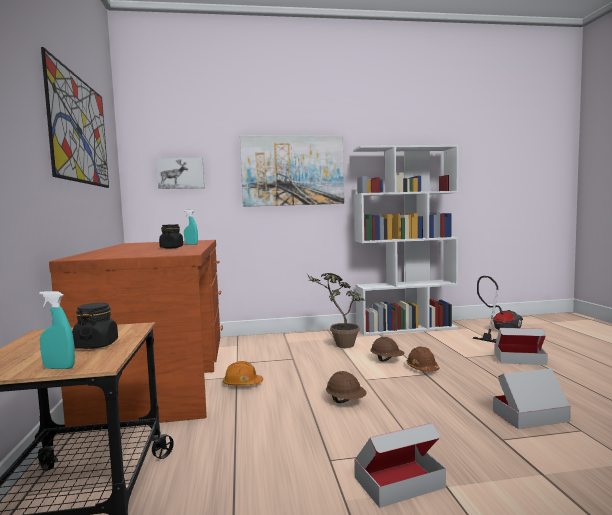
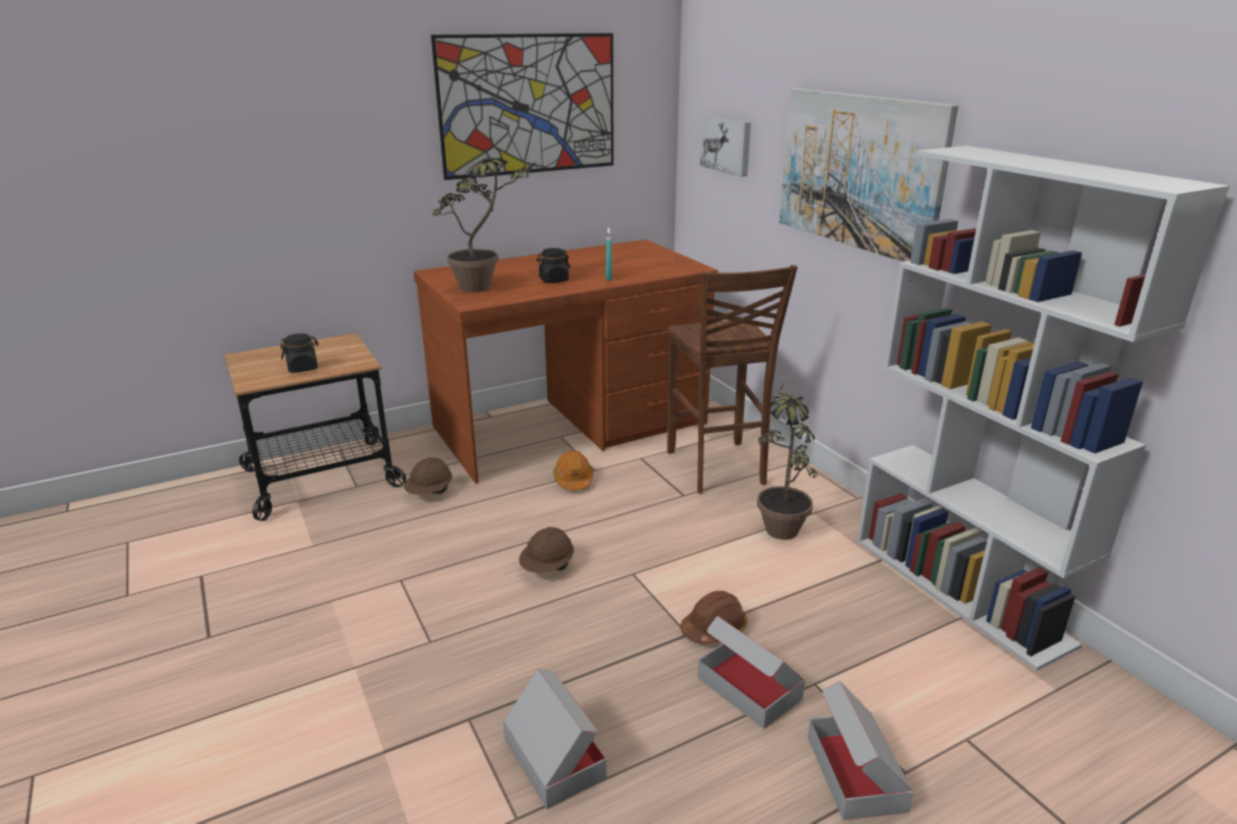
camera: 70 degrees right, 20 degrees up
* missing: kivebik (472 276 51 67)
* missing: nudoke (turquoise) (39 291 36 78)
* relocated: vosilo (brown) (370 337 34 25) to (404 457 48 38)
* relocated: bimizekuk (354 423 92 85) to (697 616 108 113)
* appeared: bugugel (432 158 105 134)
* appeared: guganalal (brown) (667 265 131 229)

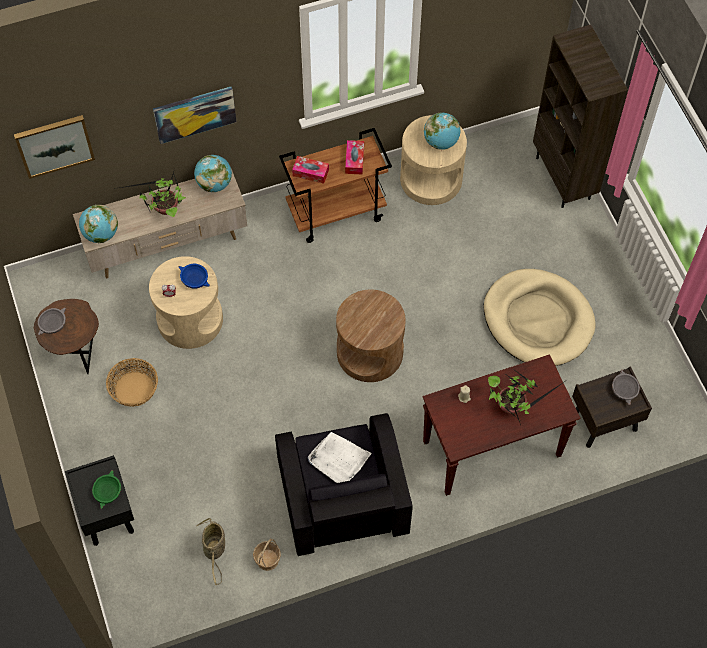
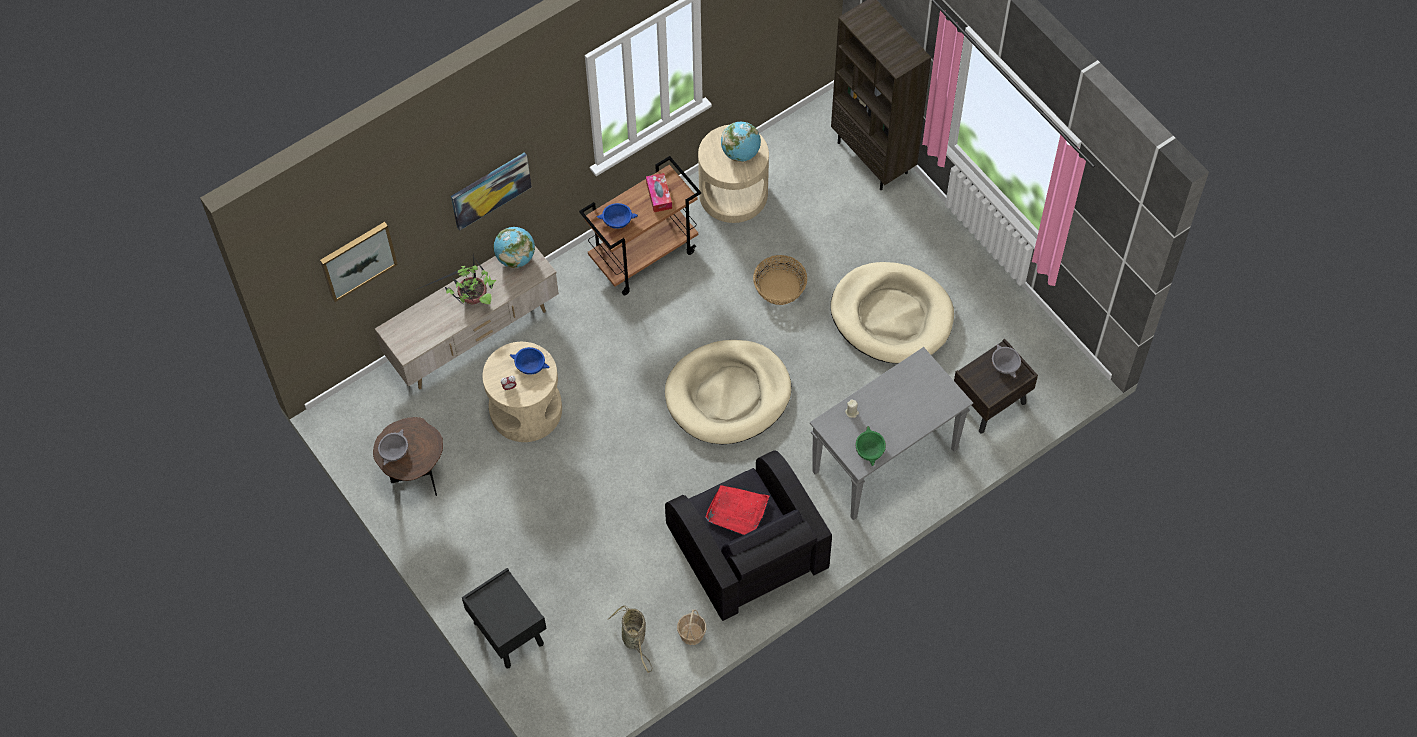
camera: 15 degrees left, 0 degrees up
* exchanged: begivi (292 156 37 28) to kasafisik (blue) (597 203 41 26)
* missing: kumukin (79 205 39 38)
* exchanged: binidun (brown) (336 289 70 93) to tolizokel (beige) (665 340 126 104)
* colour: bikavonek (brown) (423 354 157 142) to bikavonek (grey) (810 347 163 173)
* relocated: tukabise (106 358 52 49) to (753 255 54 50)
* missing: bugugel (488 368 76 57)
* colour: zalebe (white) (307 432 65 51) to zalebe (red) (705 485 64 50)
* relocated: kasafisik (green) (92 470 29 39) to (856 426 30 40)

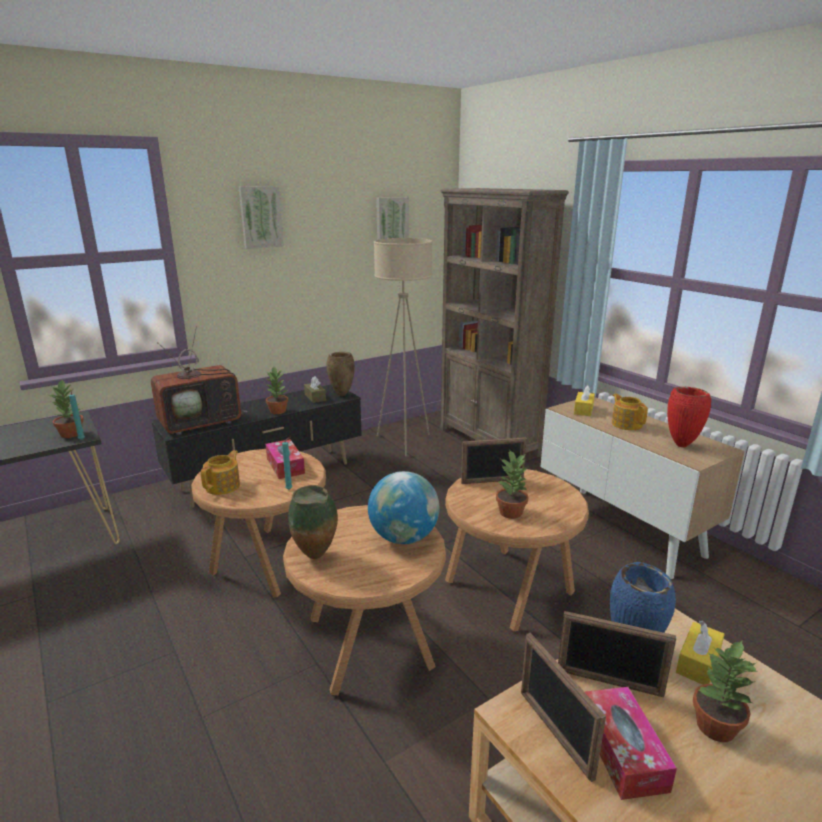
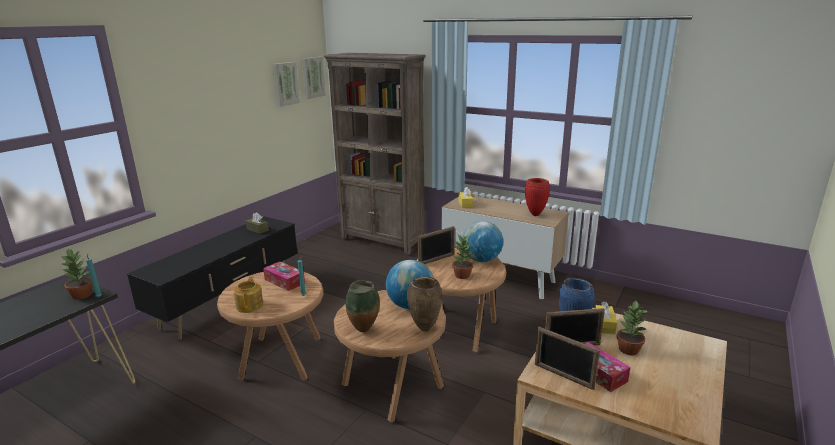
camera: 25 degrees left, 0 degrees up
* relocated: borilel (239 186 45 63) to (302 57 23 42)
* missing: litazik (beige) (374 238 58 218)
* missing: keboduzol (151 326 97 109)
* relocated: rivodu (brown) (326 352 29 44) to (407 277 35 55)
* missing: bugugel (266 367 22 47)
* missing: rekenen (612 394 36 36)
* appeared: kumukin (462 221 41 41)

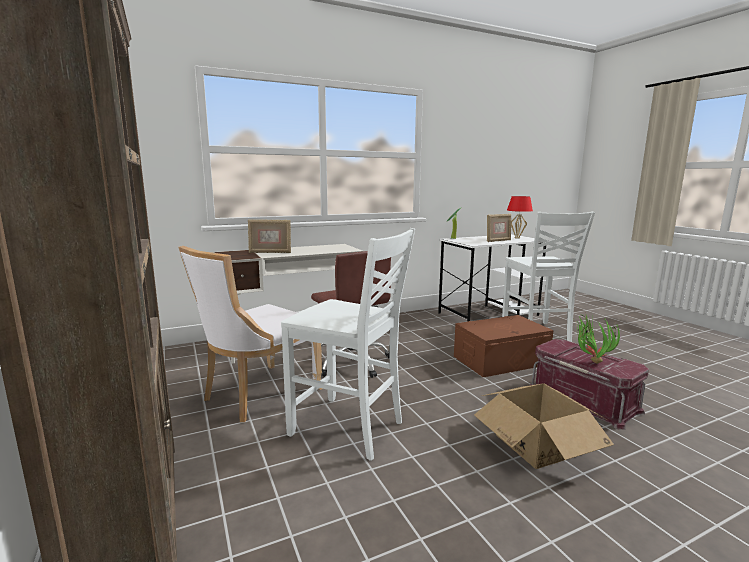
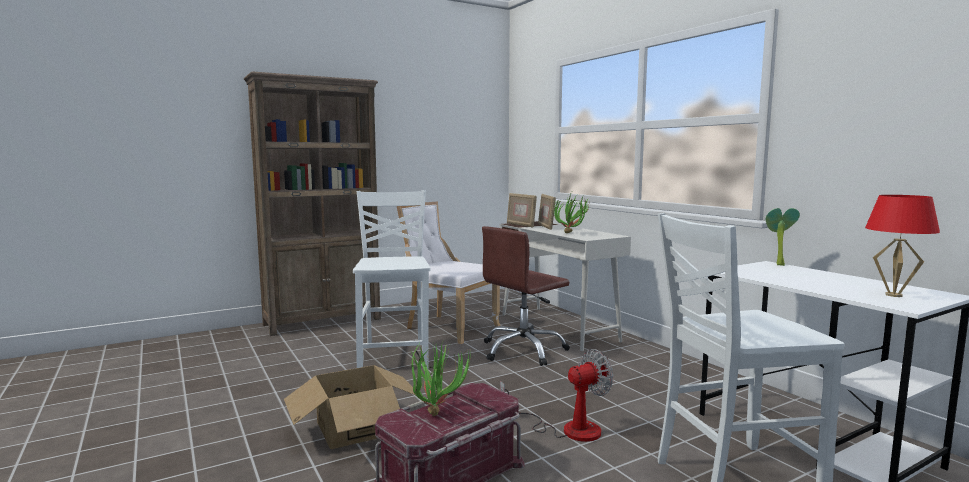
camera: 85 degrees right, 5 degrees down
* relocated: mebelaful (487 214 24 28) to (507 193 30 34)
* spun: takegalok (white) (281 228 134 233) = (353 190 77 179) 150 degrees clockwise
* exchanged: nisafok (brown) (454 315 100 62) to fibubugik (500 349 114 93)
* appeared: bugugel (554 192 35 41)

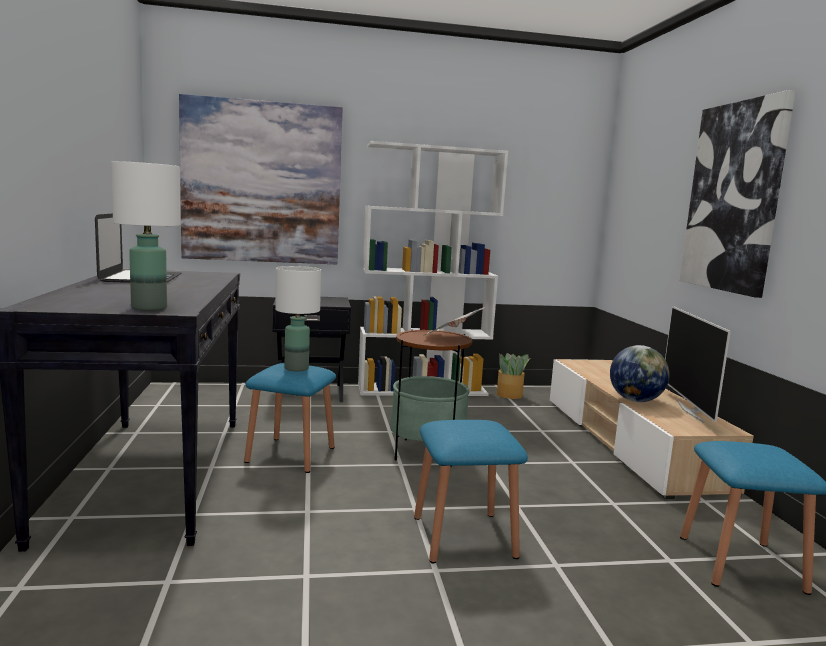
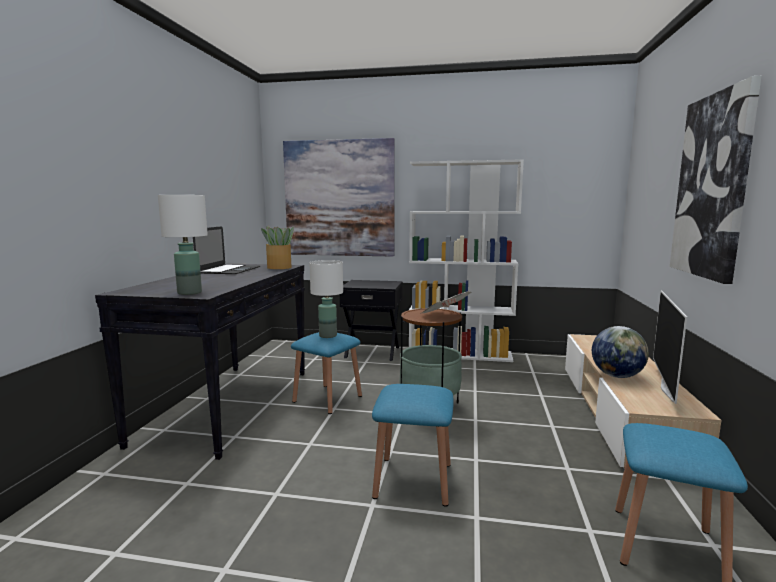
camera: 20 degrees right, 0 degrees up
* relocated: bugugel (497 353 33 46) to (261 226 33 43)

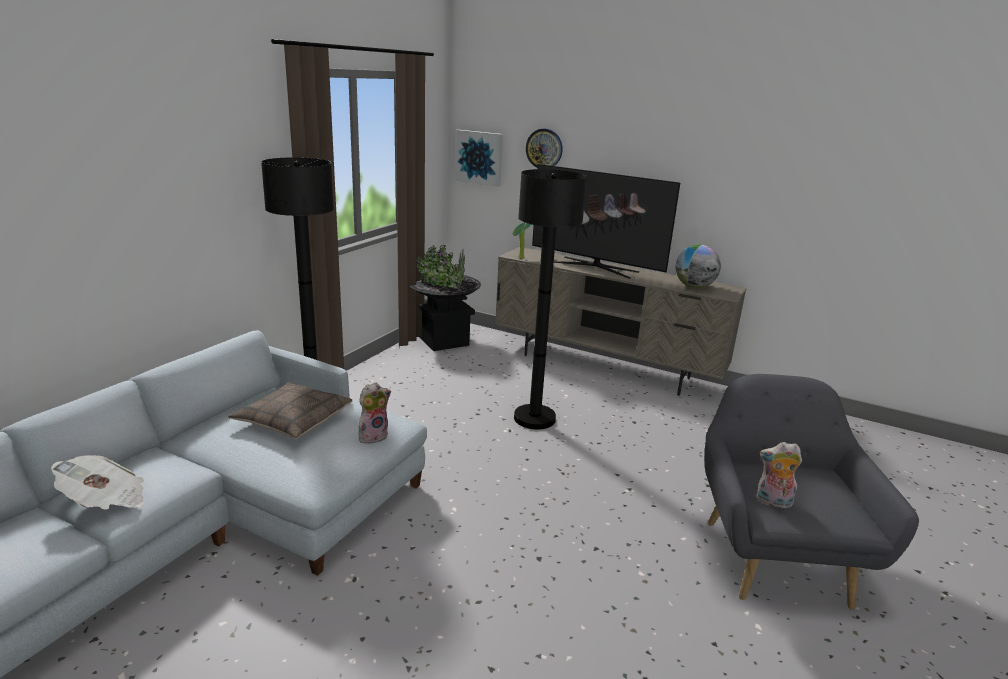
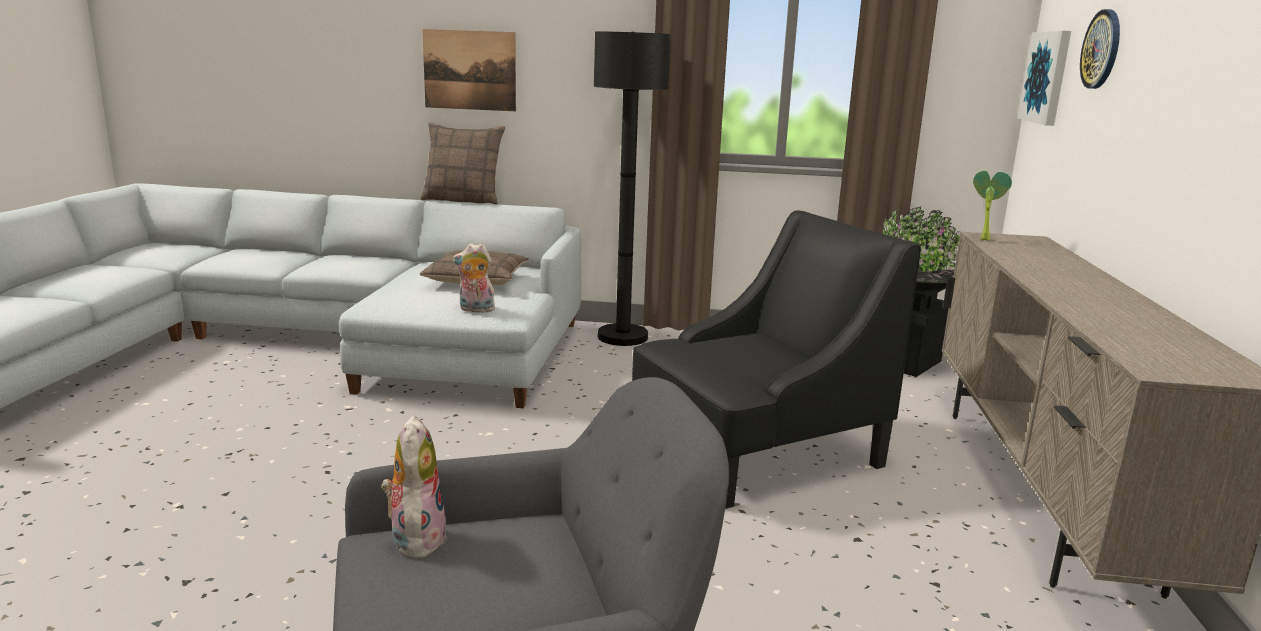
camera: 70 degrees right, 5 degrees down
* missing: keboduzol (532 164 148 115)
* exchanged: litazik (black) (514 169 73 260) to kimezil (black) (632 210 289 299)
* missing: kumukin (676 245 45 43)
* spun: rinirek (358 383 33 61) = (452 243 46 71) 150 degrees clockwise
* missing: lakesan (51 455 93 55)
* appeared: borilel (422 29 94 82)
* appeared: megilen (420 122 85 83)

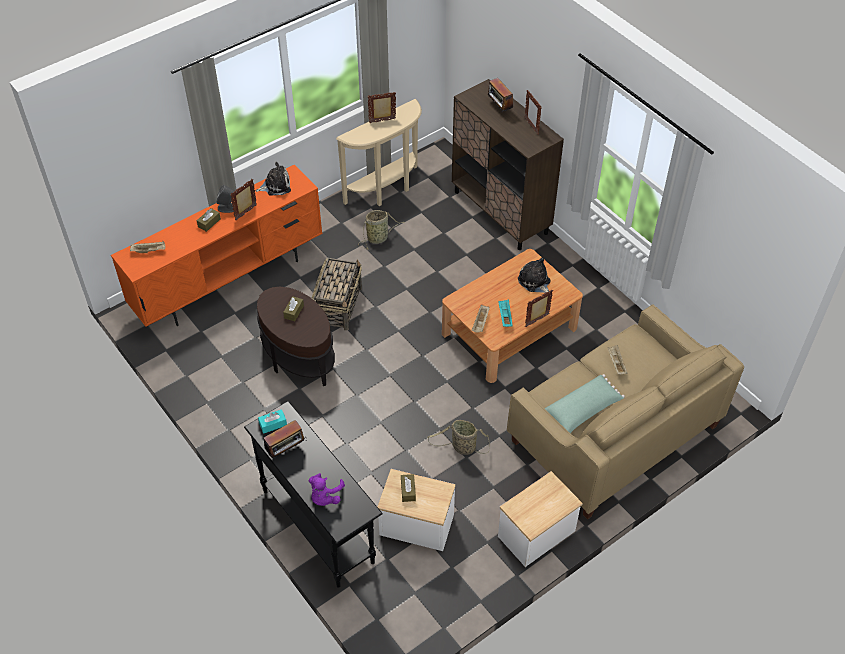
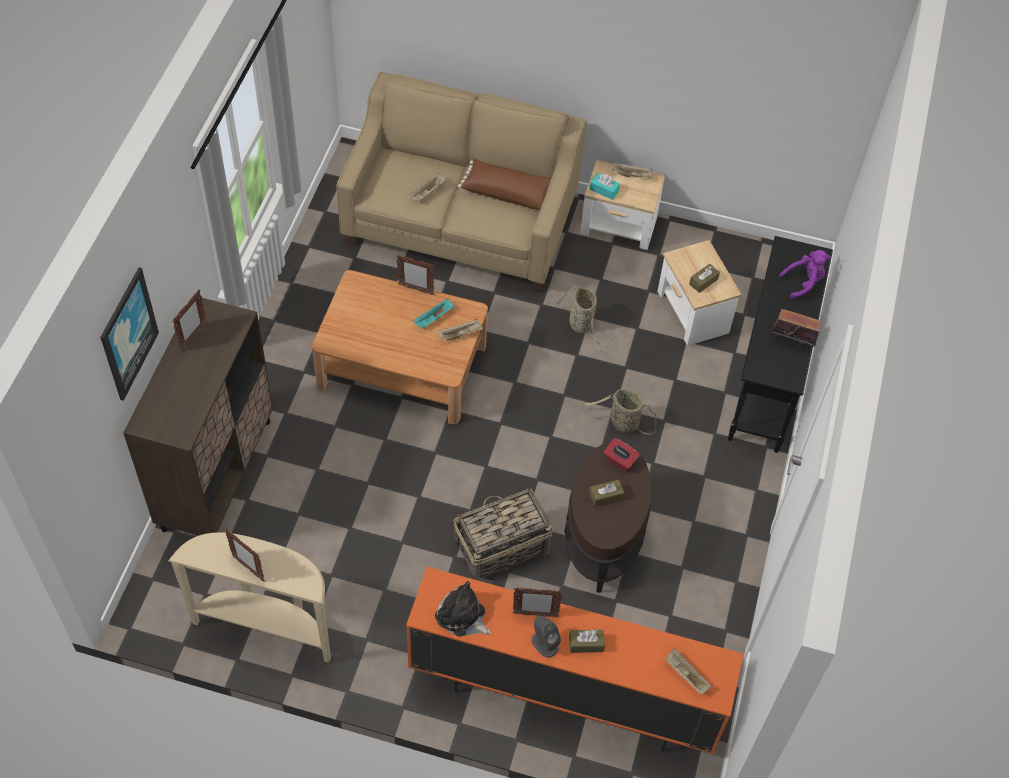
camera: 130 degrees left, 5 degrees up
* missing: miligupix (488 78 26 34)
* relocated: tukabise (358 210 46 40) to (582 389 74 46)
* missing: rinirek (518 258 32 35)
* colour: megilen (green) (545 374 80 59) to megilen (brown) (458 159 93 51)
* relocated: begivi (turquoise) (258 409 29 25) to (590 173 30 27)
* appeared: zalebe (beige) (612 162 41 17)
* appeared: borilel (100 267 59 134)
* appeared: begivi (red) (604 438 36 33)

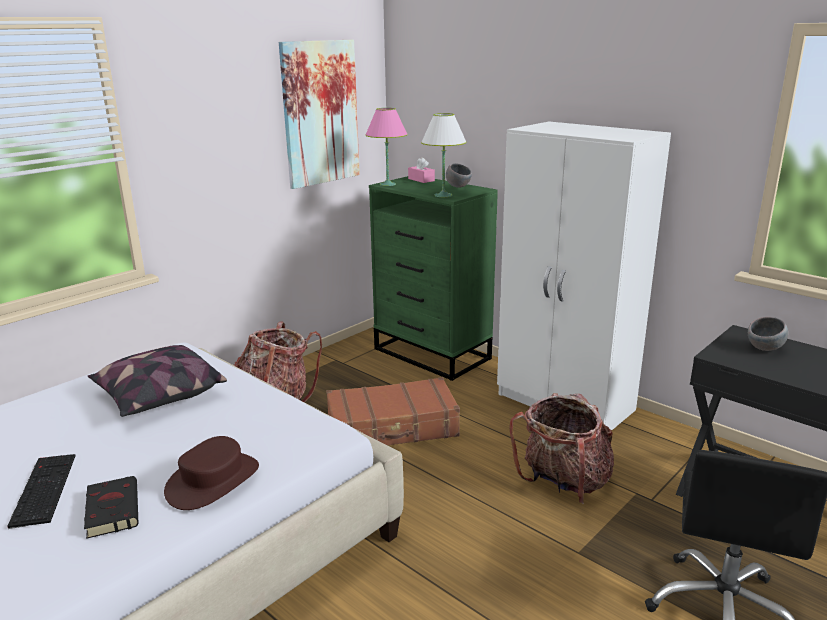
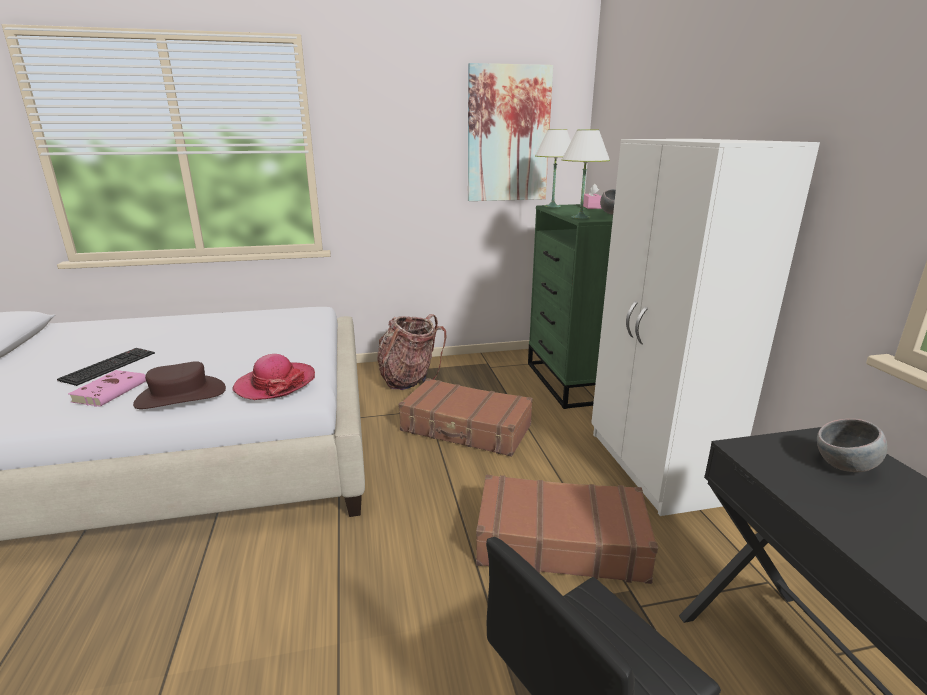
camera: 35 degrees right, 0 degrees up
* colour: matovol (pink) (365 108 43 78) to matovol (white) (535 129 36 79)
* missing: megilen (88 345 139 72)
* exchanged: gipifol (509 393 105 111) to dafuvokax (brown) (476 475 182 109)
* colour: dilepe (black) (84 476 54 63) to dilepe (pink) (68 370 78 37)
* appeared: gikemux (232 354 83 46)

